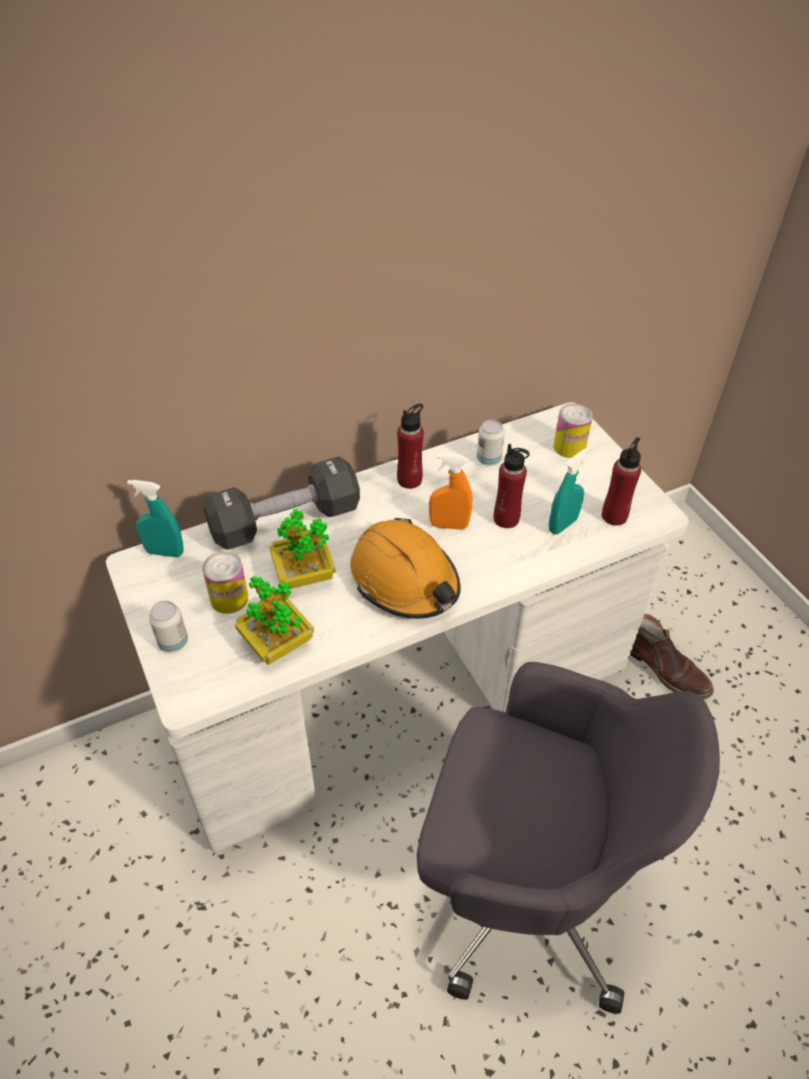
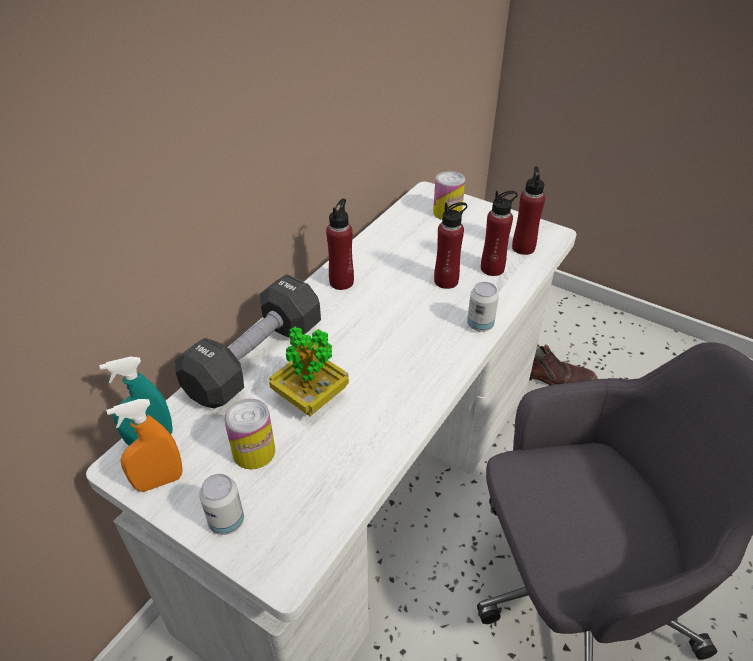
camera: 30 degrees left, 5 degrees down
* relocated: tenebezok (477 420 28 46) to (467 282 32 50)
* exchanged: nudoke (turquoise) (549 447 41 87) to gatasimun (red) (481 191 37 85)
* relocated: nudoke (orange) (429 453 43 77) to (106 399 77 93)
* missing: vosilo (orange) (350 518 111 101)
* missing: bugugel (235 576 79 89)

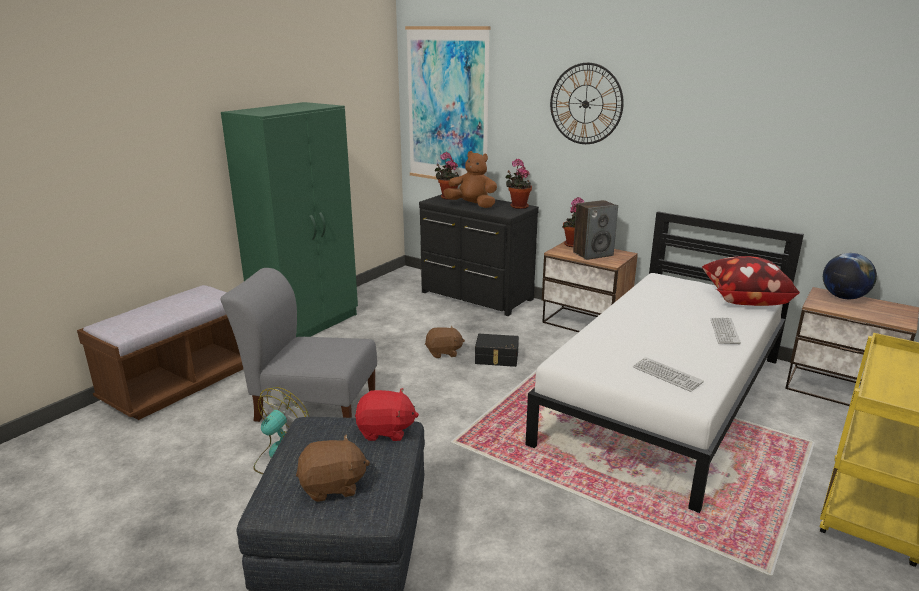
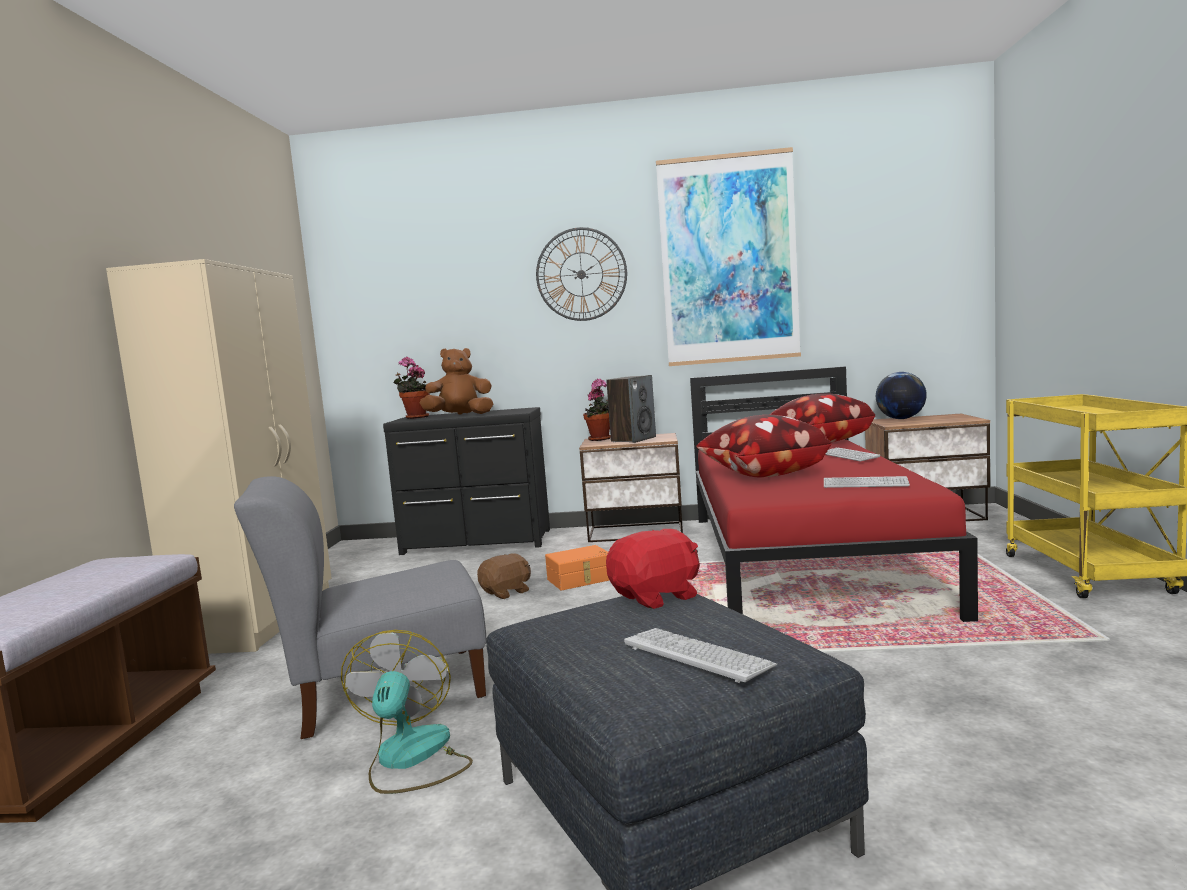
camera: 30 degrees left, 15 degrees down
* relocated: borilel (405 26 86 154) to (656 147 145 219)
* colour: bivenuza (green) (221 102 137 235) to bivenuza (beige) (106 259 226 395)
* missing: bugugel (505 159 27 50)
* colour: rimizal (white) (526 211 278 302) to rimizal (red) (690 367 288 255)
* colour: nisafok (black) (475 334 44 33) to nisafok (orange) (545 545 64 45)
* exchanged: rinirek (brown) (296 434 74 68) to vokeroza (624 628 153 55)
* appeared: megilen (696 415 135 63)

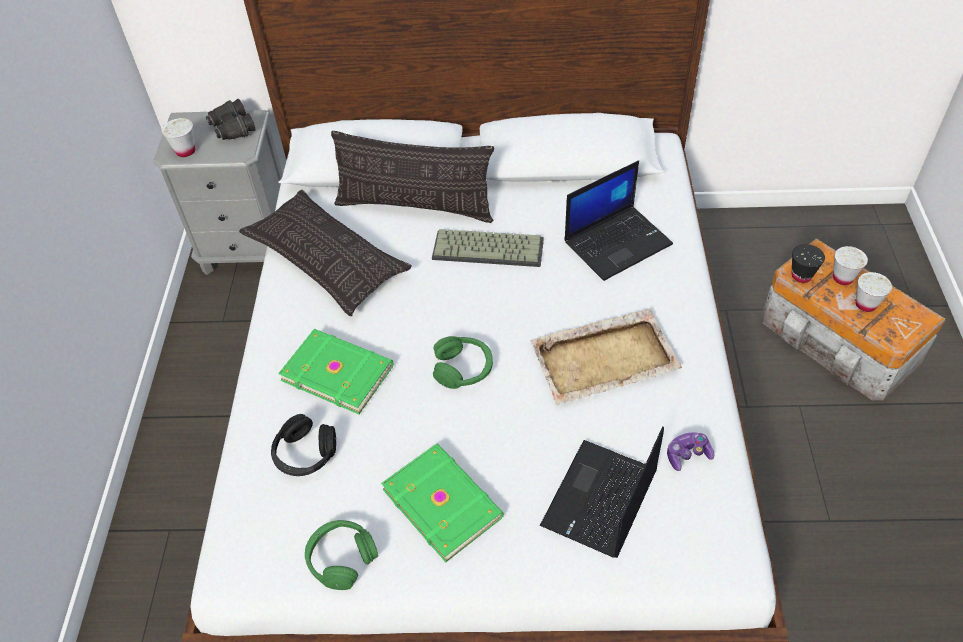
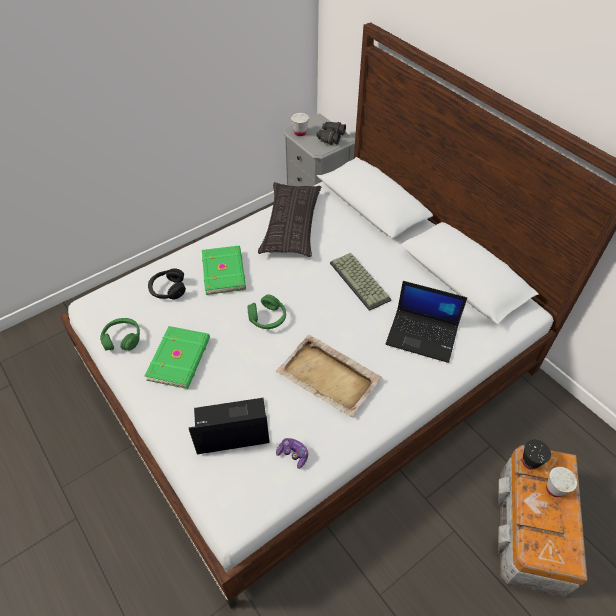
camera: 50 degrees right, 0 degrees up
* missing: megilen (331 131 163 92)
* missing: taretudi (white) (856 272 36 40)

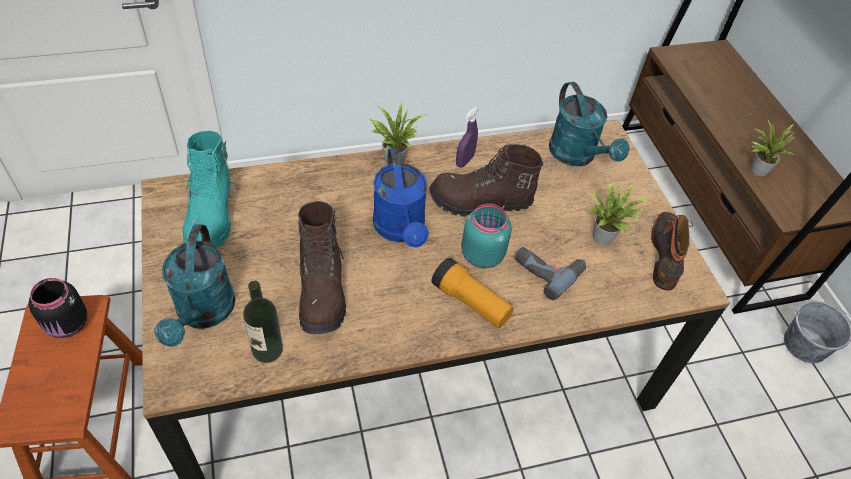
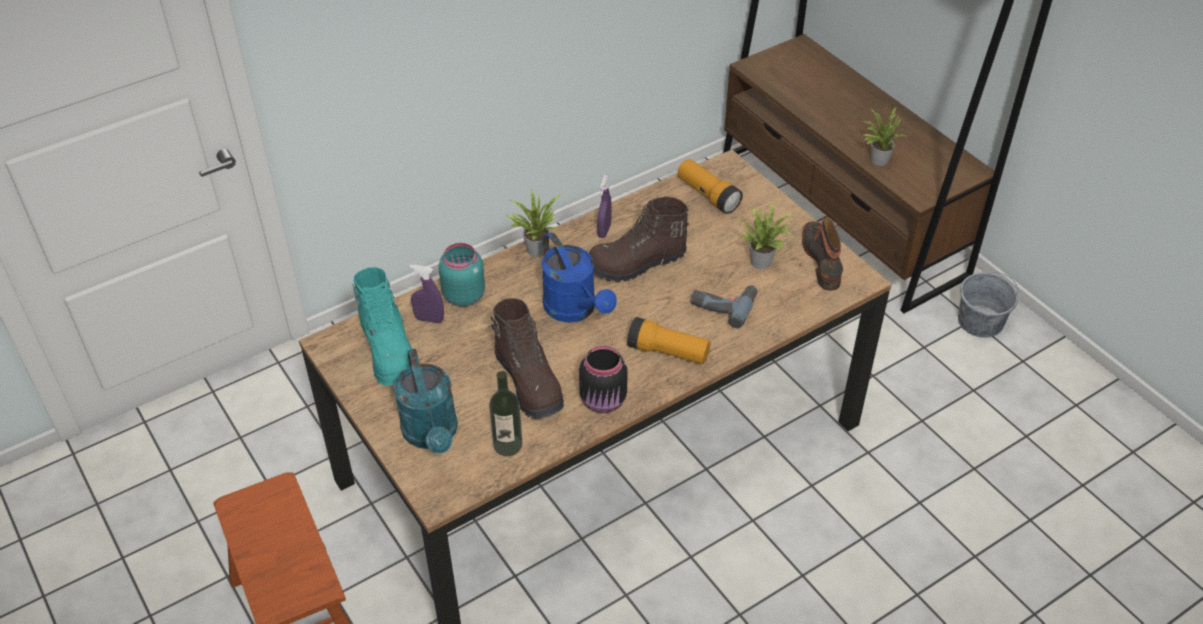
camera: 15 degrees left, 5 degrees down
* exchanged: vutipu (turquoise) (549 82 81 84) to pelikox (678 159 65 55)
* relocated: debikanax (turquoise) (461 204 51 64) to (439 243 46 64)
* relocated: debikanax (black) (29 278 58 60) to (579 346 49 67)
* appeared: nudoke (purple) (410 265 34 58)

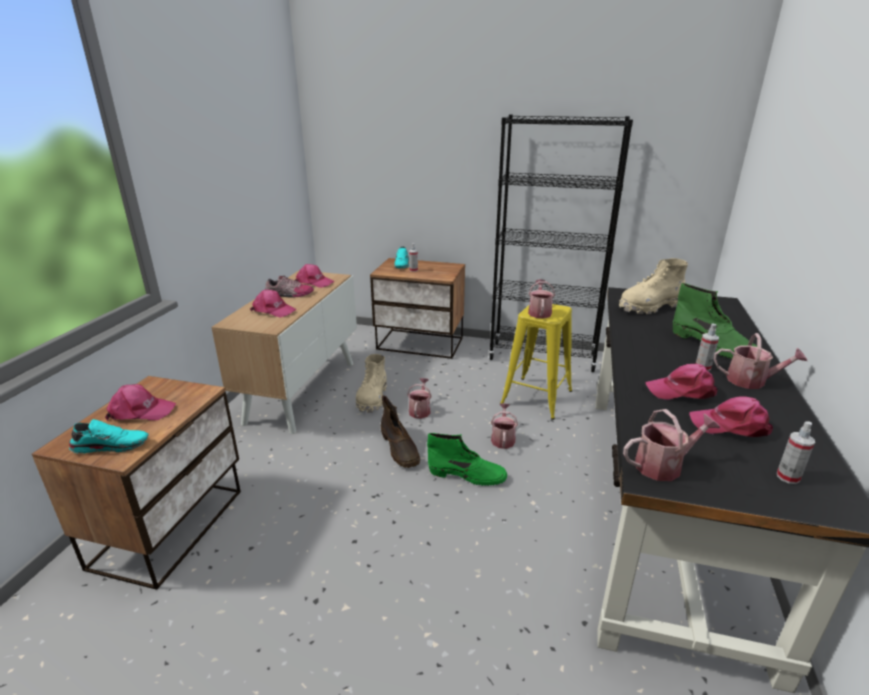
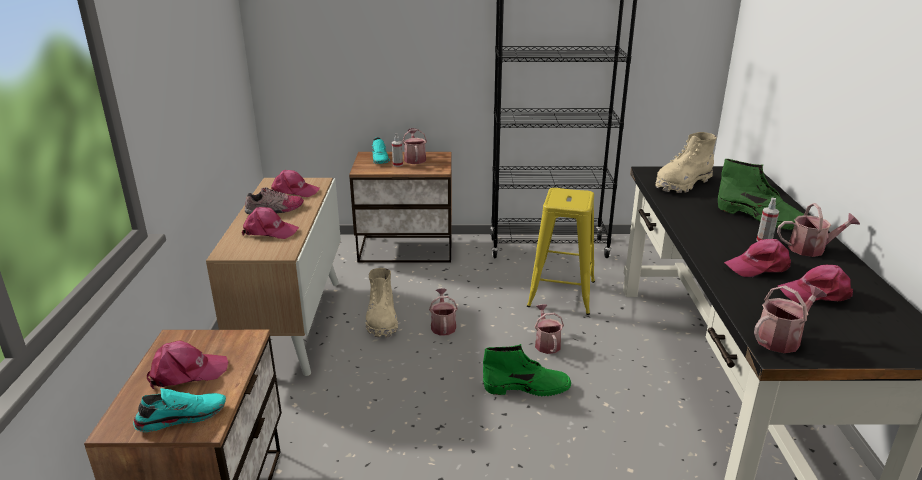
camera: 15 degrees left, 0 degrees up
* relocated: vutipu (528 279 27 39) to (402 128 25 36)
* missing: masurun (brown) (381 395 39 73)
* missing: nudoke (777 421 38 63)

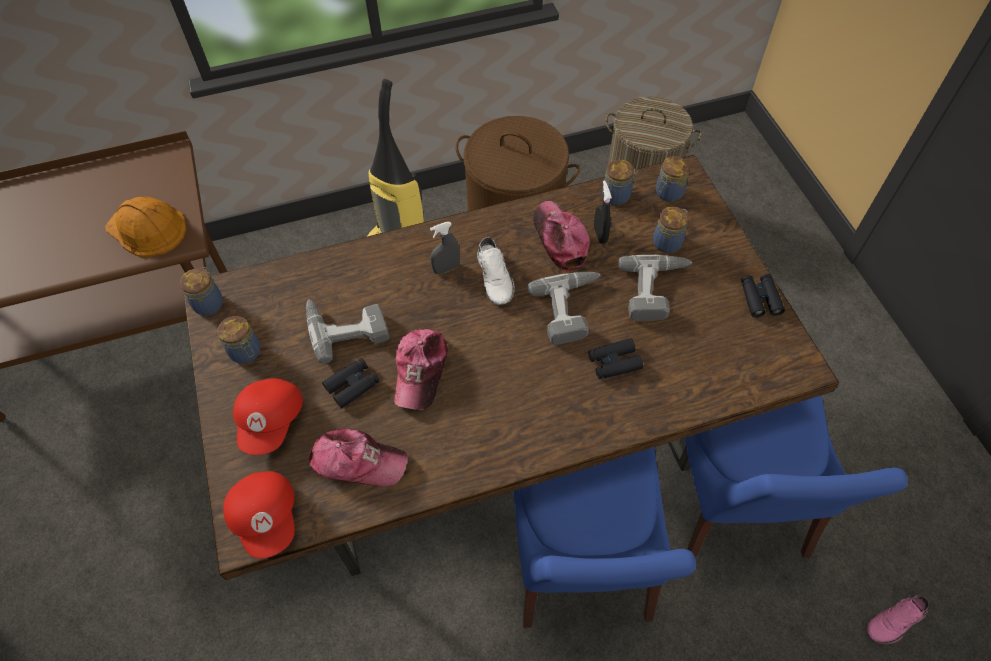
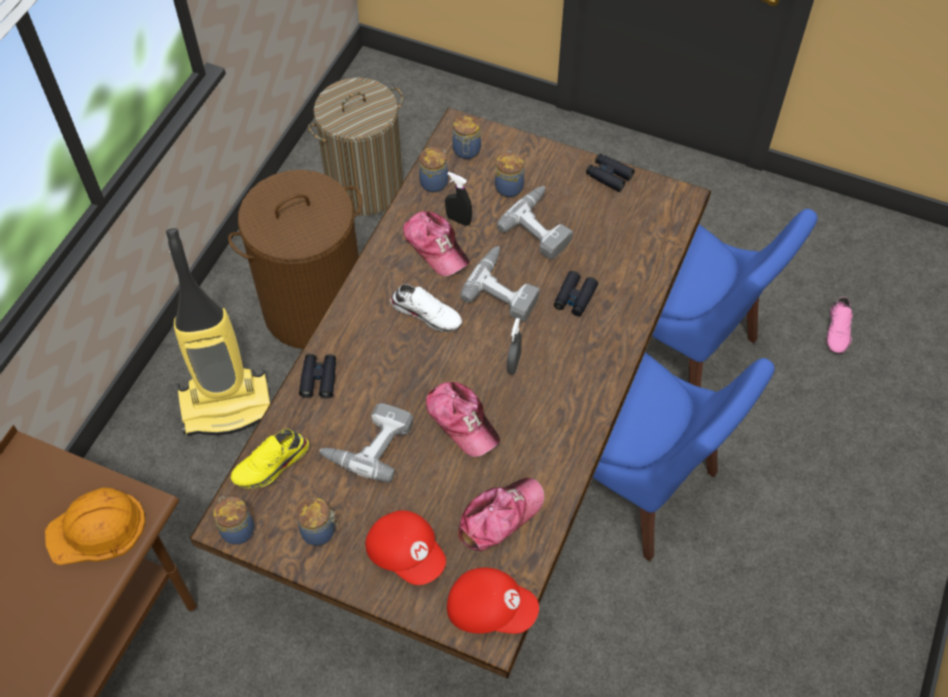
camera: 50 degrees left, 0 degrees up
* spun: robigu (533 201 57 71) = (403 211 67 65) 150 degrees counterclockwise
* relocated: nudoke (grey) (430 222 30 52) to (507 318 15 57)
* relocated: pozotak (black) (322 358 57 51) to (299 354 37 44)
* appeared: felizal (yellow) (231 429 78 60)

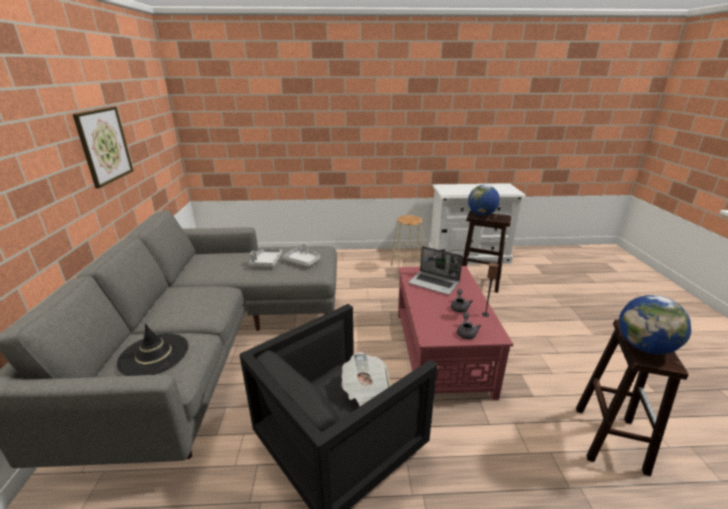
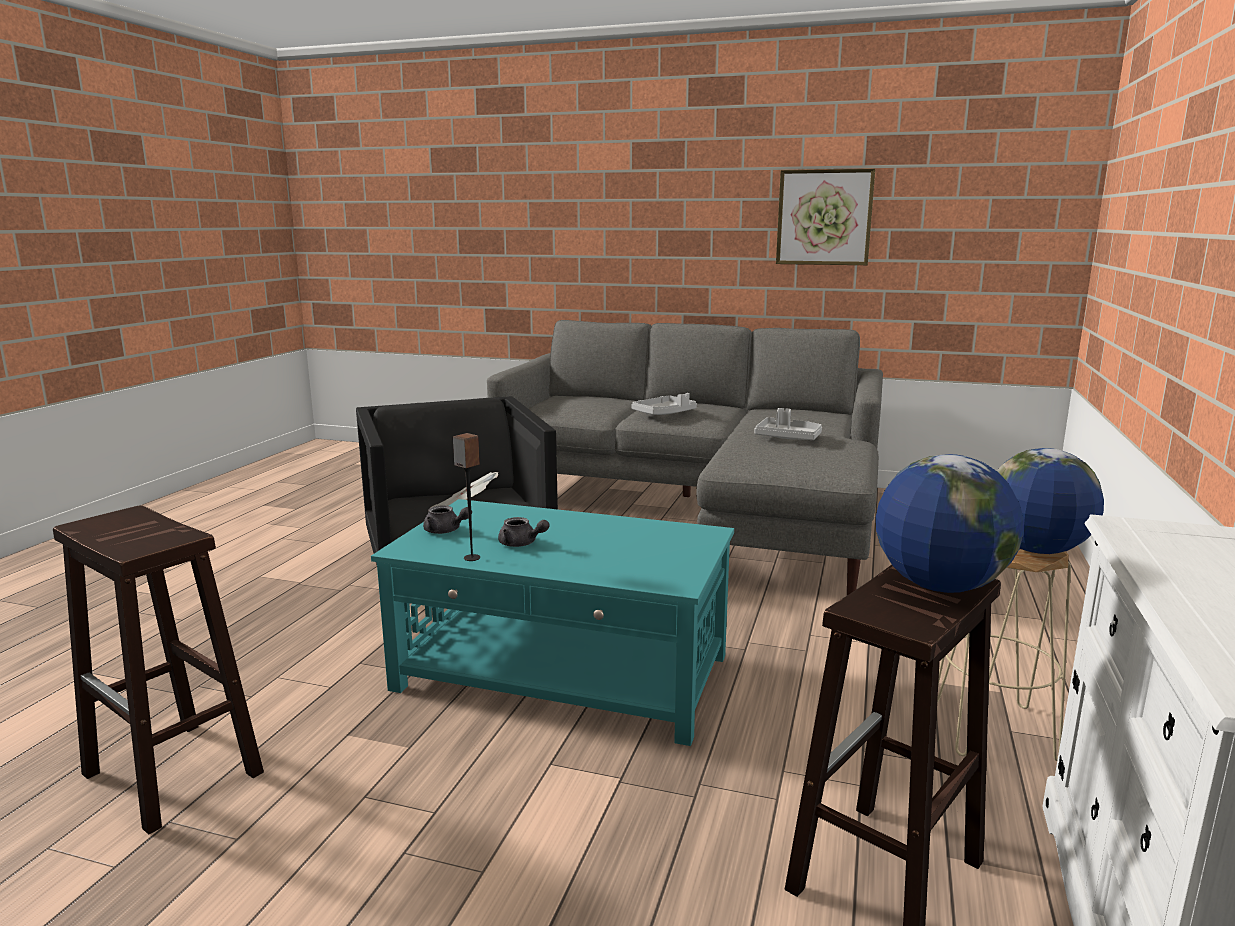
camera: 110 degrees right, 10 degrees down
* relocated: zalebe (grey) (283 243 37 24) to (631 393 66 22)
* missing: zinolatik (408 246 55 49)
* colour: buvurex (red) (398 266 115 134) to buvurex (turquoise) (371 499 363 247)
* relocated: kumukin (619 295 72 59) to (997 448 107 106)
* missing: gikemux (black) (117 323 72 53)

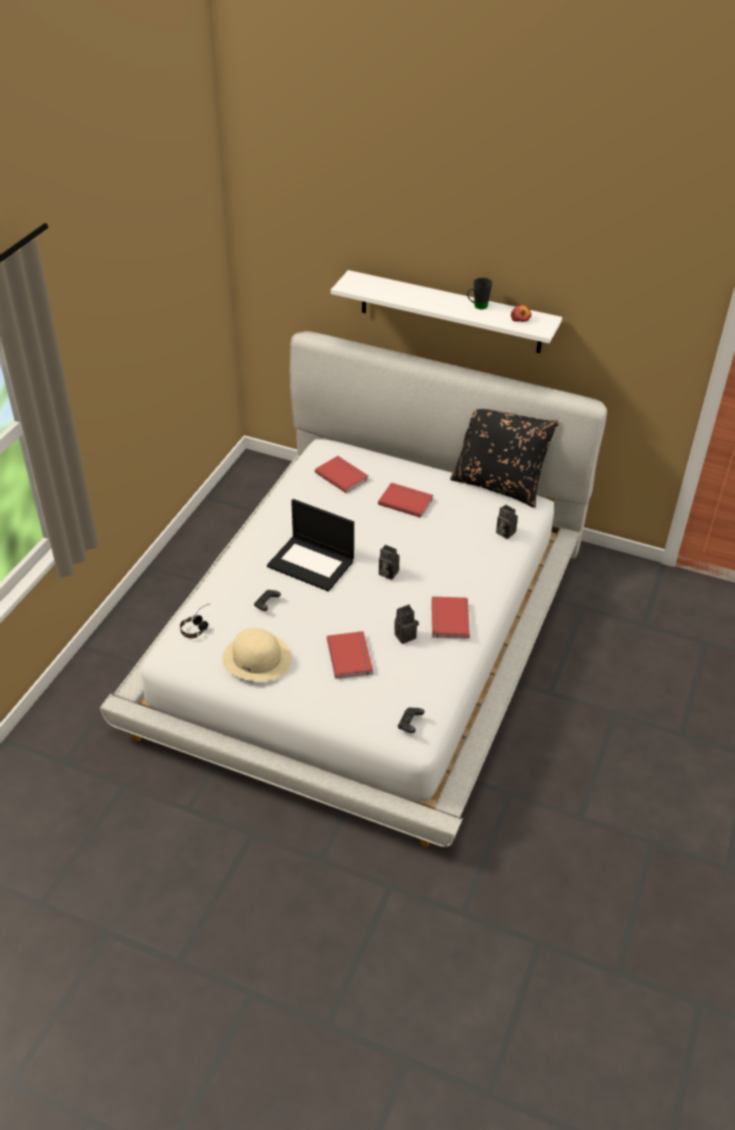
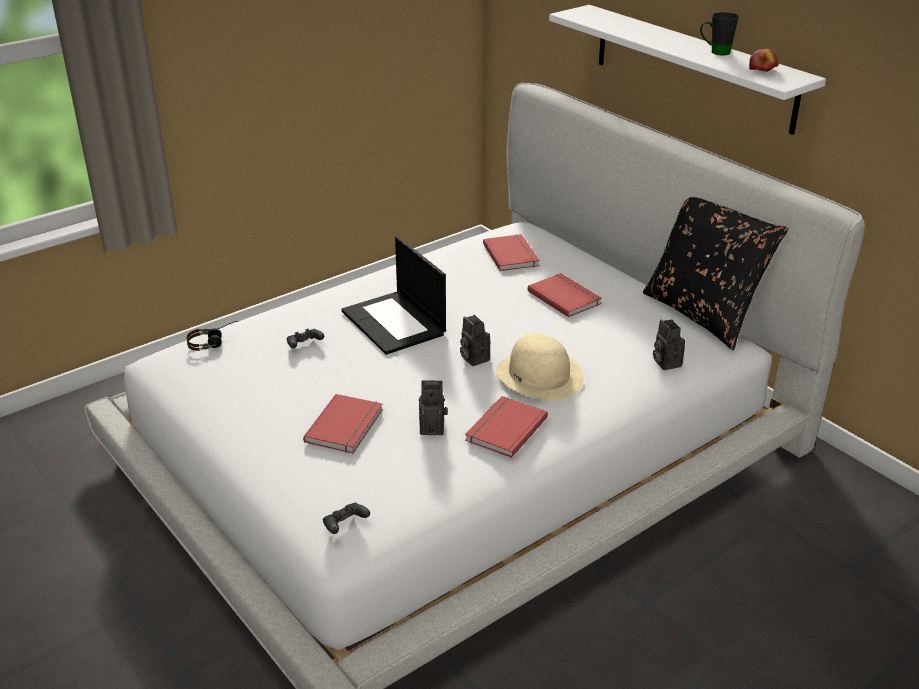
camera: 30 degrees right, 10 degrees down
* relocated: gikemux (beige) (222 628 70 53) to (496 333 87 68)

